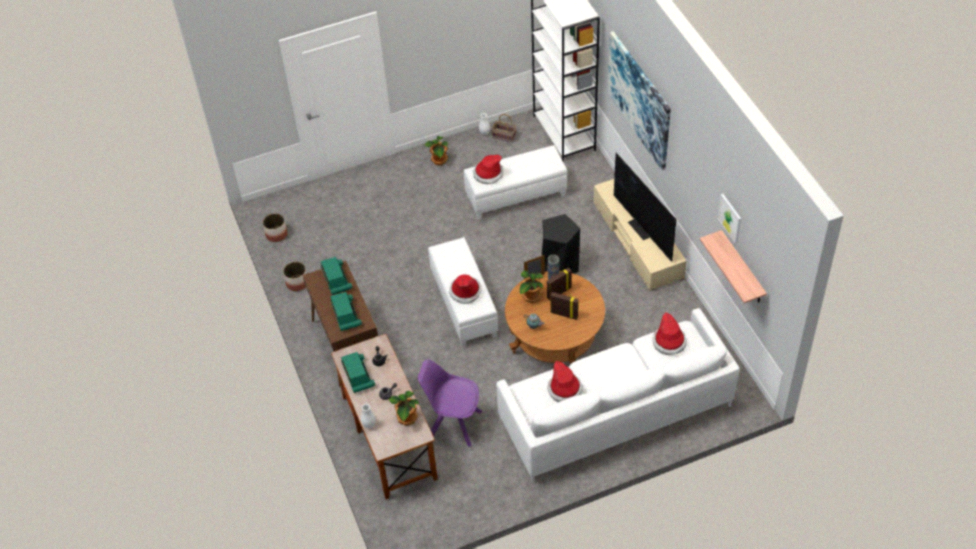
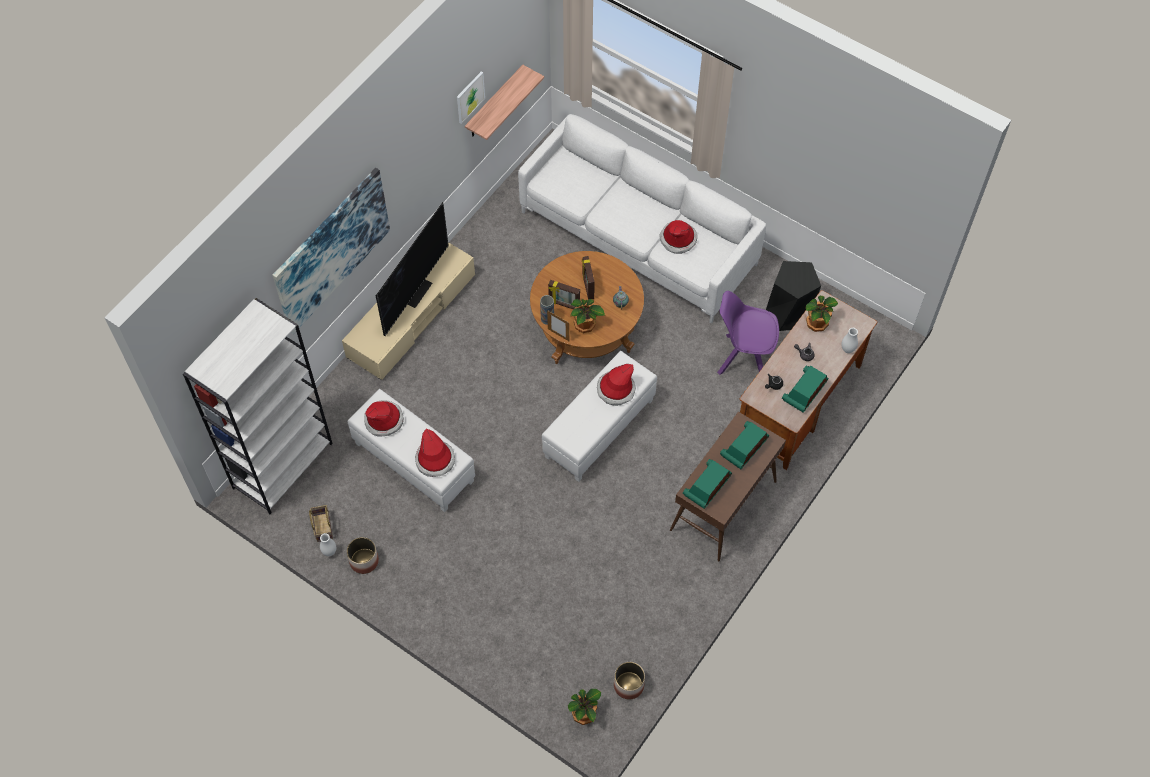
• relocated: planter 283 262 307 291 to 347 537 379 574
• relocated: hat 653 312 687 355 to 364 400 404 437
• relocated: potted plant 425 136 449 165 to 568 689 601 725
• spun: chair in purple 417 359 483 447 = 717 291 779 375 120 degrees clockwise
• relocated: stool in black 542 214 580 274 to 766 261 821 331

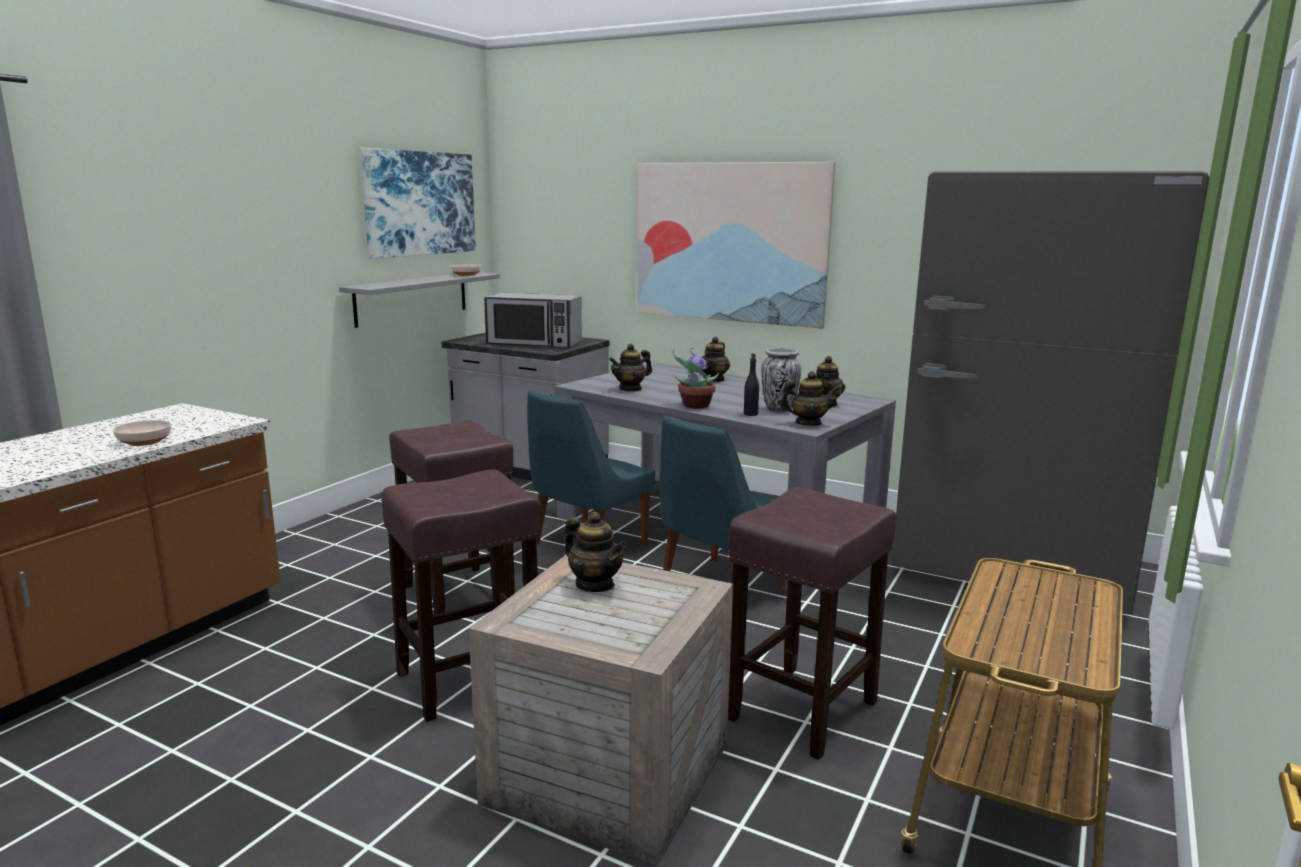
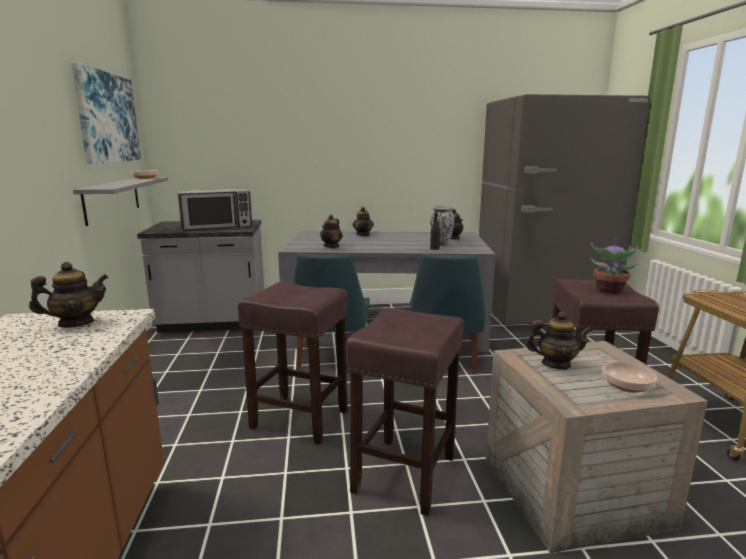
• relocated: teapot 780 371 840 426 to 29 262 109 327
• relocated: potted plant 672 347 719 408 to 591 239 638 294
• relocated: bowl 113 420 171 446 to 603 362 657 393
• missing: picture 637 162 836 329

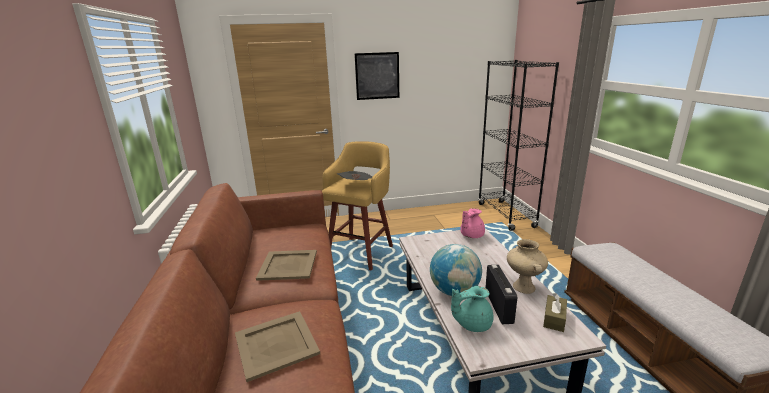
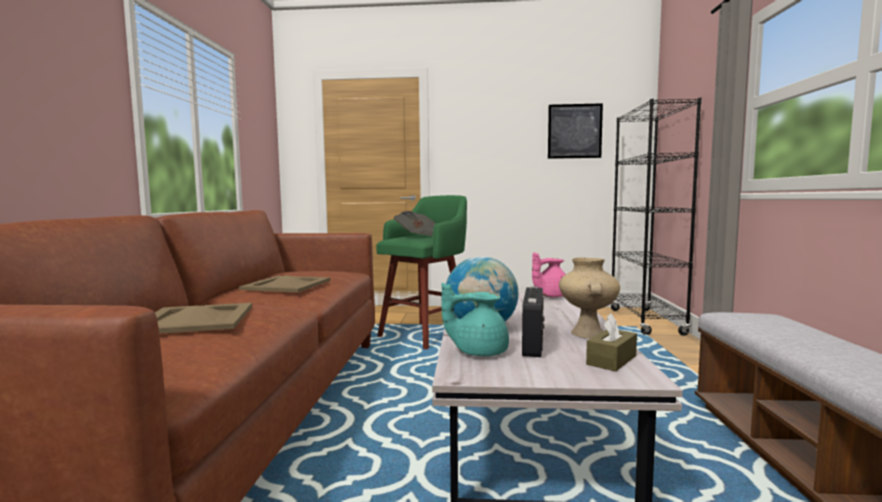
• colour: stool in yellow 322 141 393 271 to stool in green 376 195 467 349
• relocated: picture 355 52 399 100 to 548 103 603 159

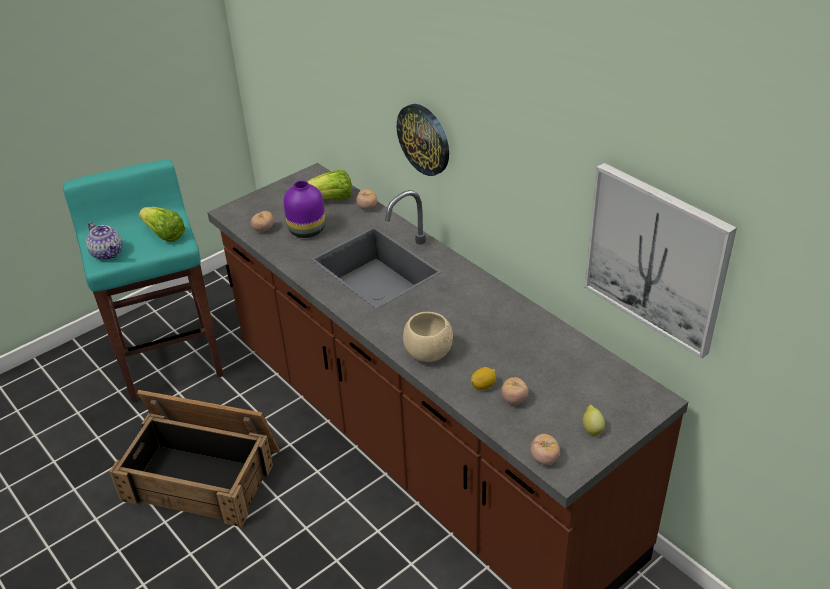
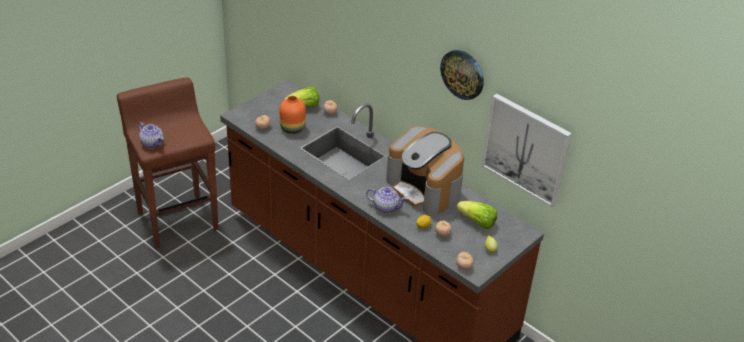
• colour: stool in turquoise 63 159 223 402 to stool in brown 117 77 219 249
• colour: vase in purple 283 180 325 238 to vase in orange 279 96 306 134
• exchanged: bowl in beige 403 312 453 362 to teapot 366 187 408 213
• appeared: coffee machine 386 126 464 216
• relocated: wall clock 397 104 449 176 to 440 50 484 100
• relocated: lettuce 139 207 185 242 to 456 201 497 229
• missing: crate 109 390 280 527

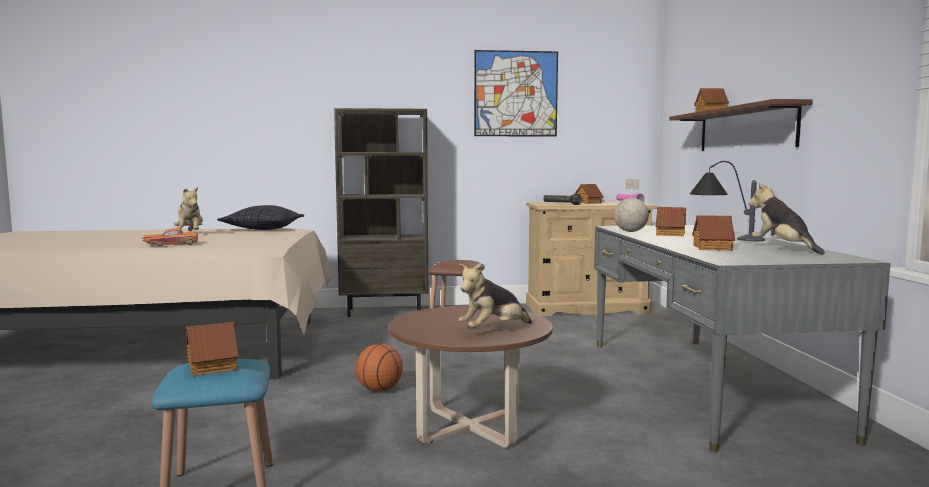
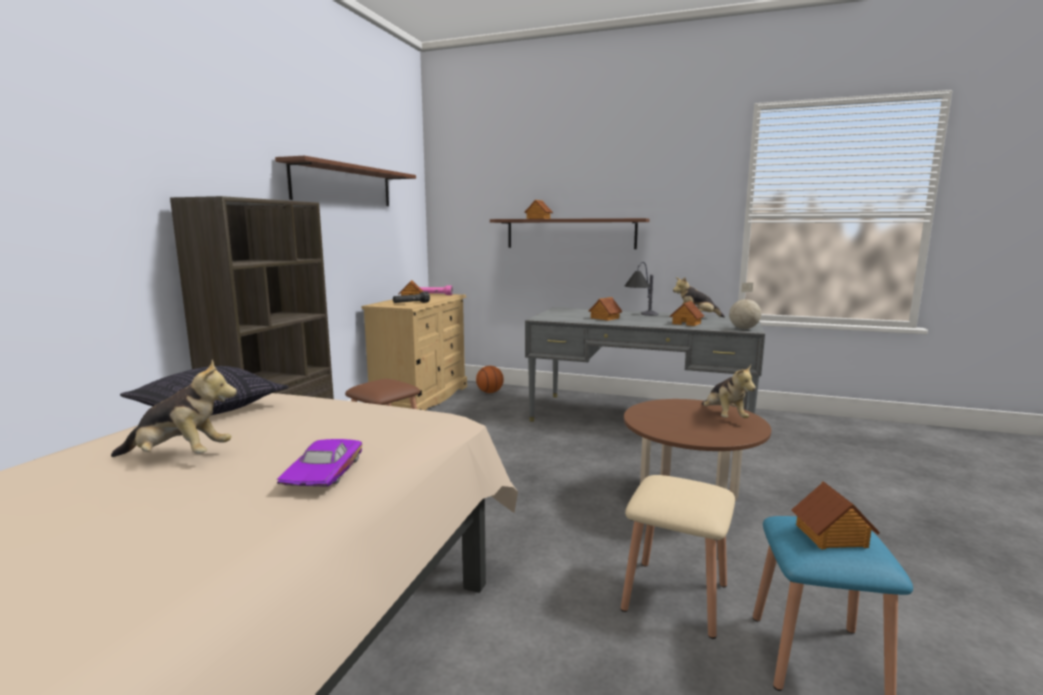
• exchanged: picture 474 50 558 137 to shelf in brown 275 156 416 206
• colour: toy car in orange 143 228 198 246 to toy car in purple 277 439 362 487
• relocated: basketball 356 344 403 392 to 476 366 504 393
• appeared: stool in beige 621 475 735 639
• relocated: globe 614 179 649 232 to 729 282 761 329

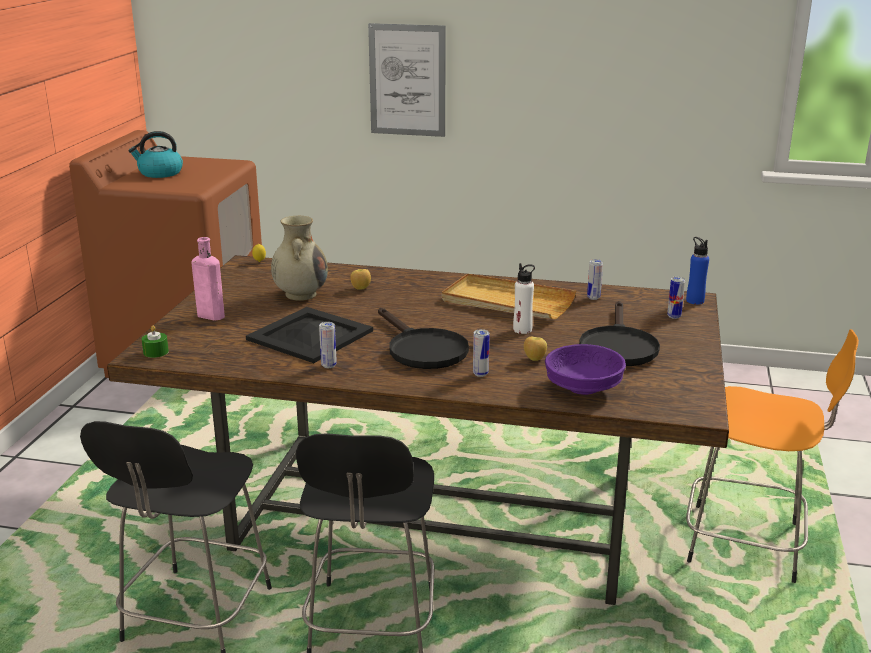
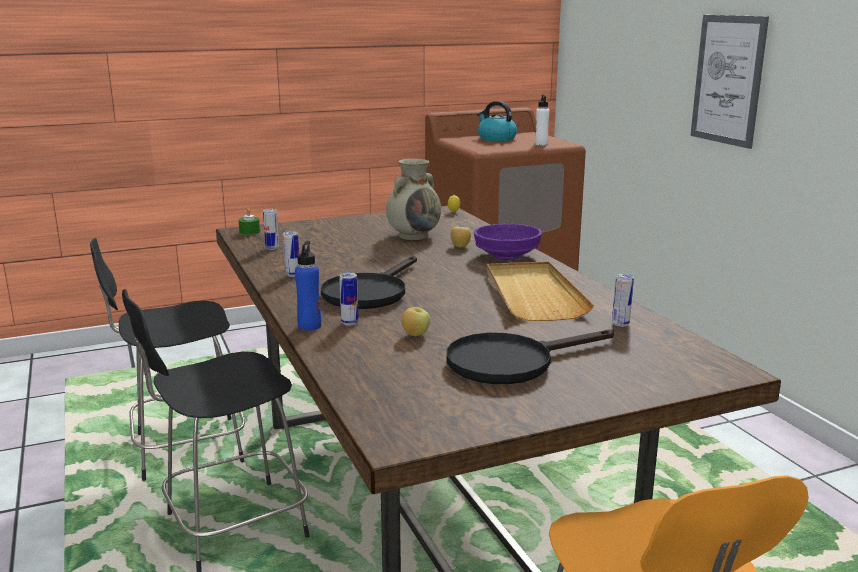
• relocated: can 667 277 685 319 to 263 209 279 250
• relocated: bottle in blue 686 237 709 304 to 295 241 321 331
• relocated: bowl in purple 545 344 626 395 to 474 224 542 260
• relocated: bottle in white 513 263 535 334 to 535 95 550 145
• missing: bottle in pink 192 237 225 321
• missing: tray in black 246 307 373 363

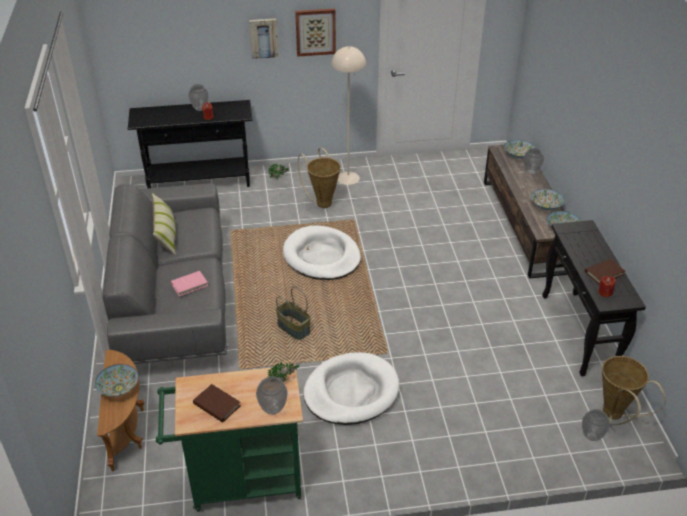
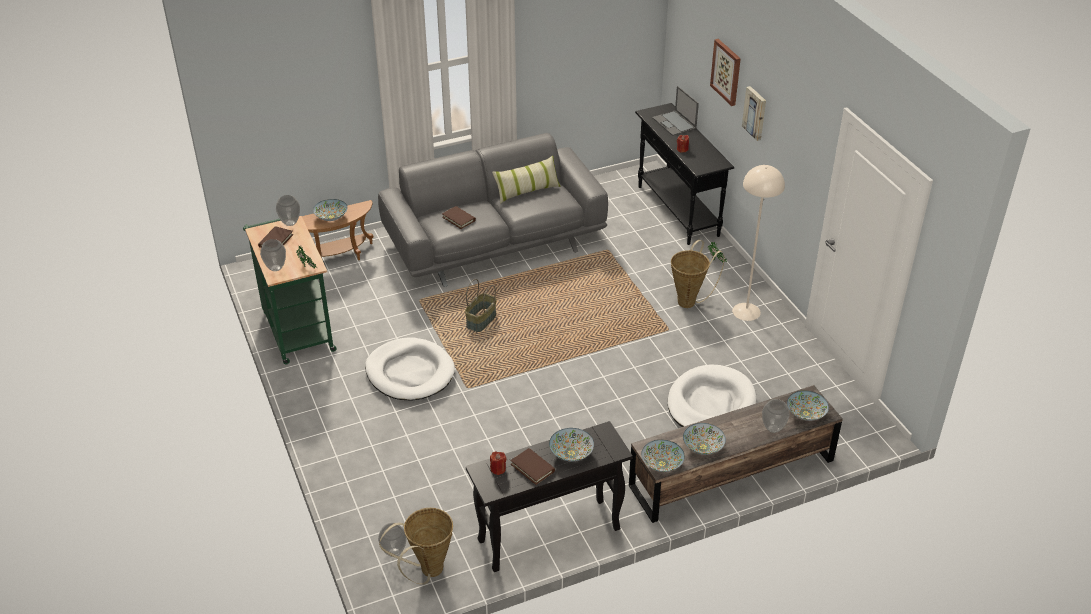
• relocated: vase 188 84 209 111 to 276 195 300 226
• colour: book in pink 171 271 208 296 to book in brown 442 206 476 229
• appeared: bowl 549 428 594 462
• appeared: laptop 652 86 699 136
• relocated: dog bed in white 283 225 361 280 to 668 364 756 427
• relocated: picture 295 9 336 57 to 710 39 741 106

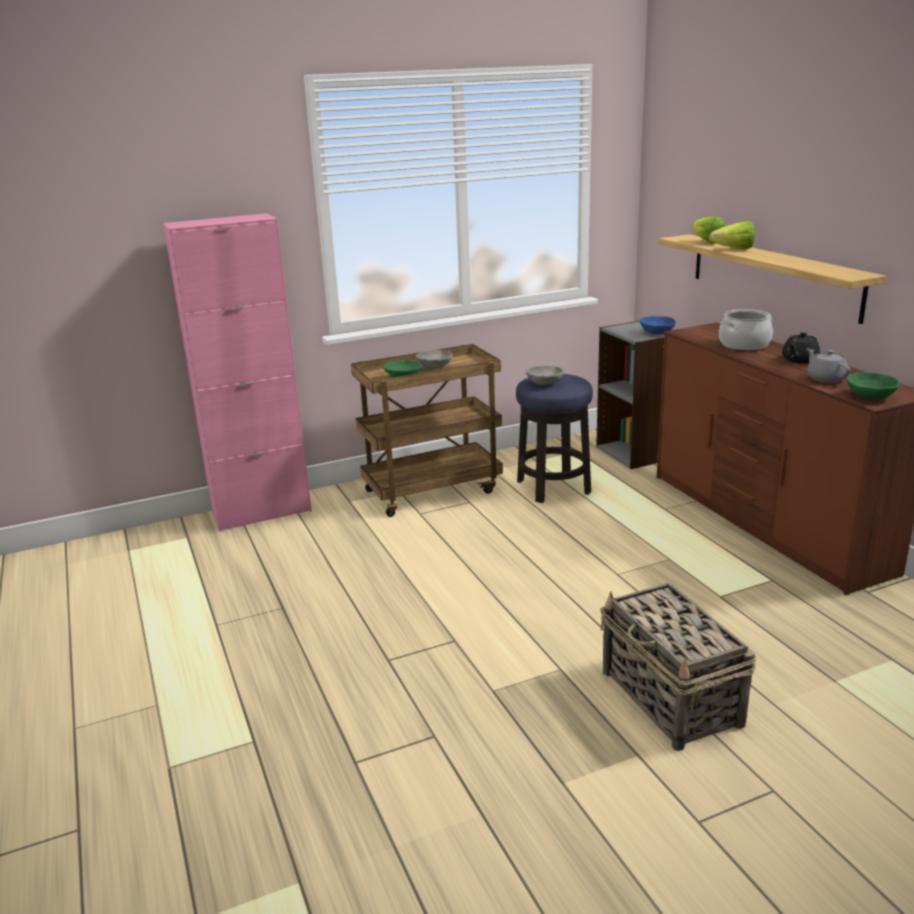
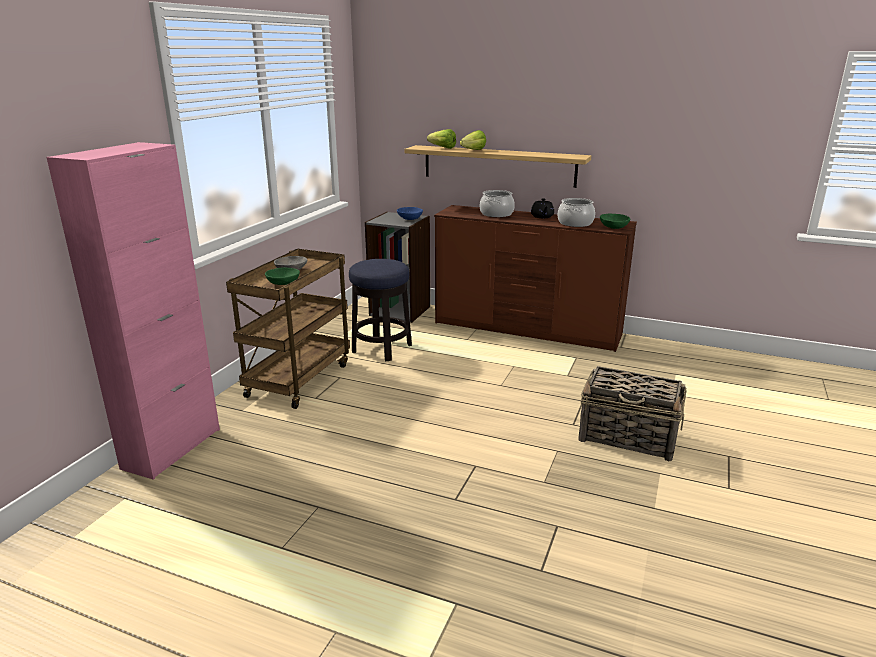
• exchanged: teapot in grey 807 348 850 383 to cooking pot 558 198 595 227
• missing: bowl in grey 526 366 564 385

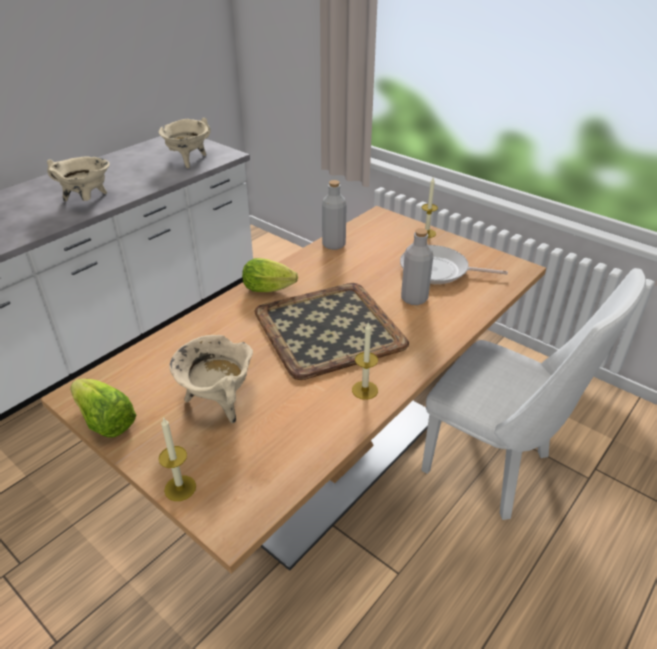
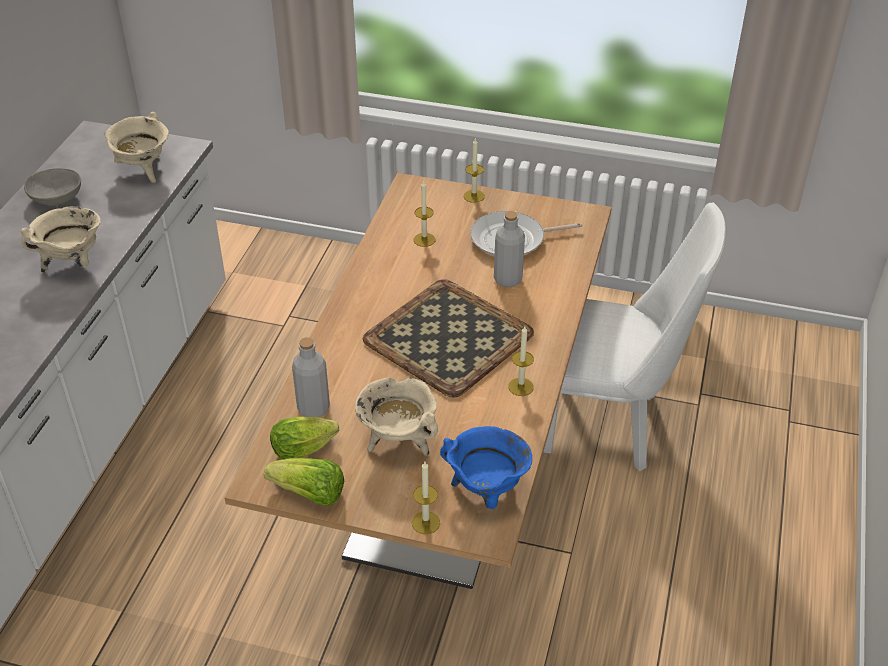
• appeared: bowl in grey 24 168 81 206
• relocated: lettuce 242 258 298 292 to 270 417 339 459
• relocated: bottle in grey 322 180 347 250 to 292 337 330 417
• appeared: candle 414 181 435 247
• appeared: cooking pot in blue 440 426 532 509

